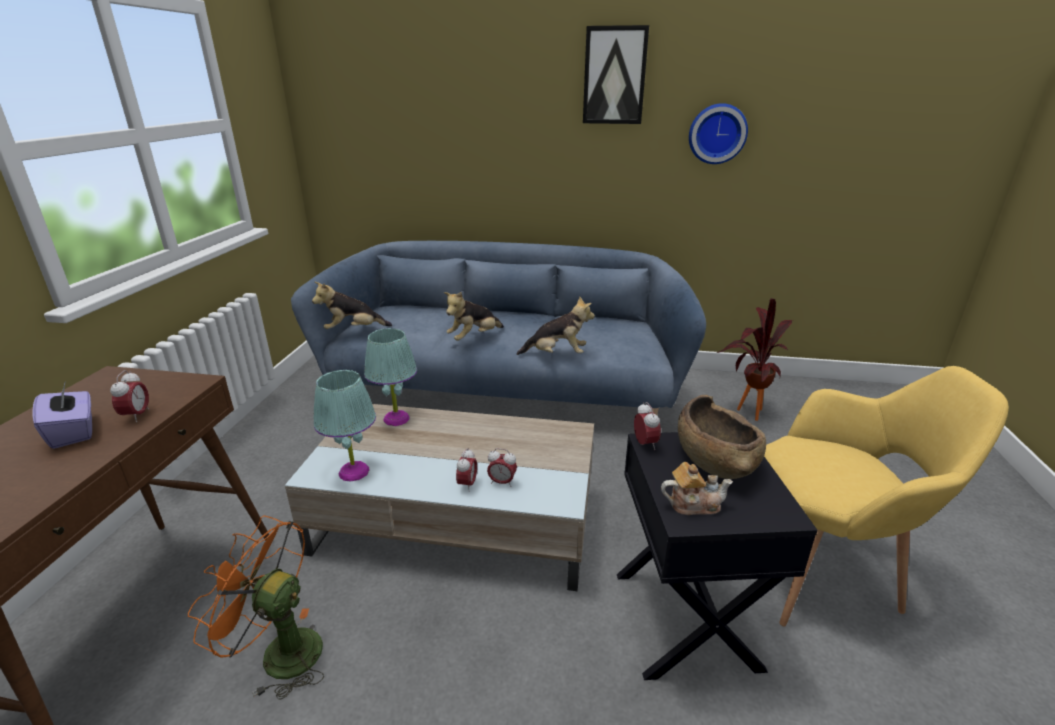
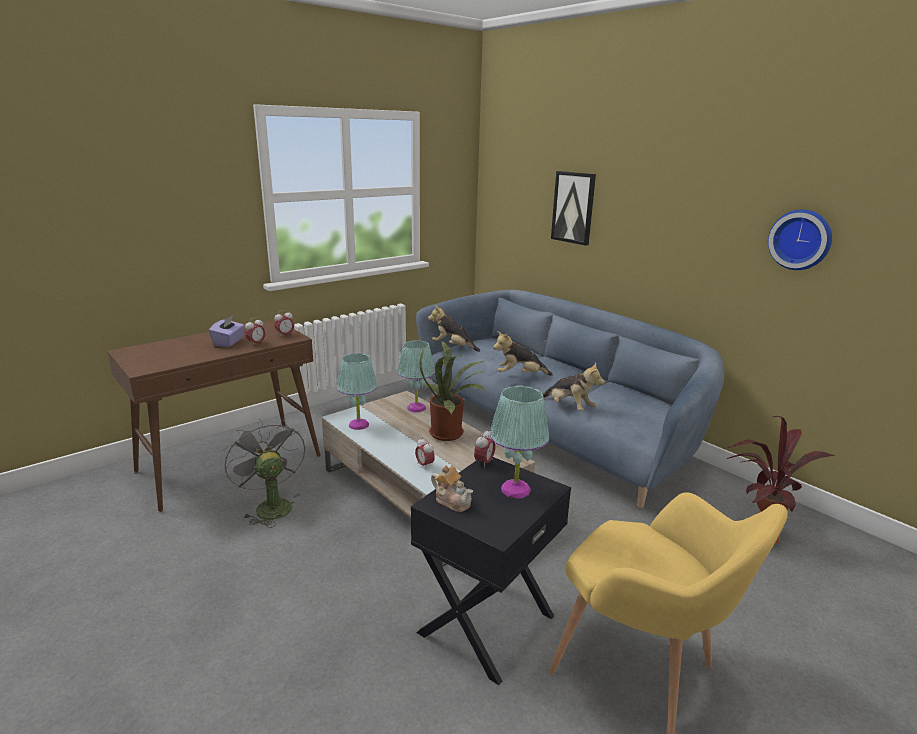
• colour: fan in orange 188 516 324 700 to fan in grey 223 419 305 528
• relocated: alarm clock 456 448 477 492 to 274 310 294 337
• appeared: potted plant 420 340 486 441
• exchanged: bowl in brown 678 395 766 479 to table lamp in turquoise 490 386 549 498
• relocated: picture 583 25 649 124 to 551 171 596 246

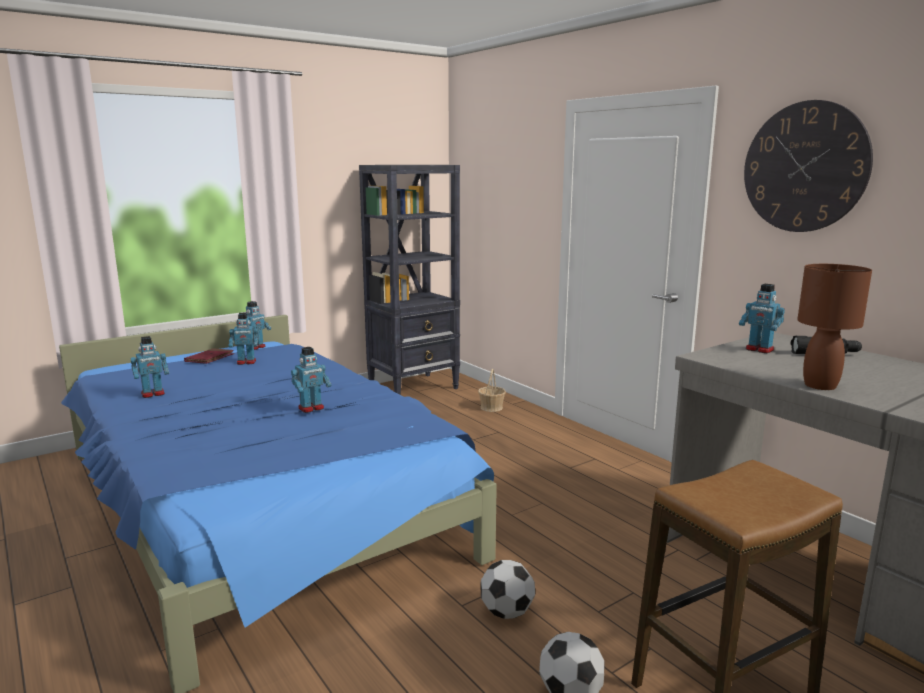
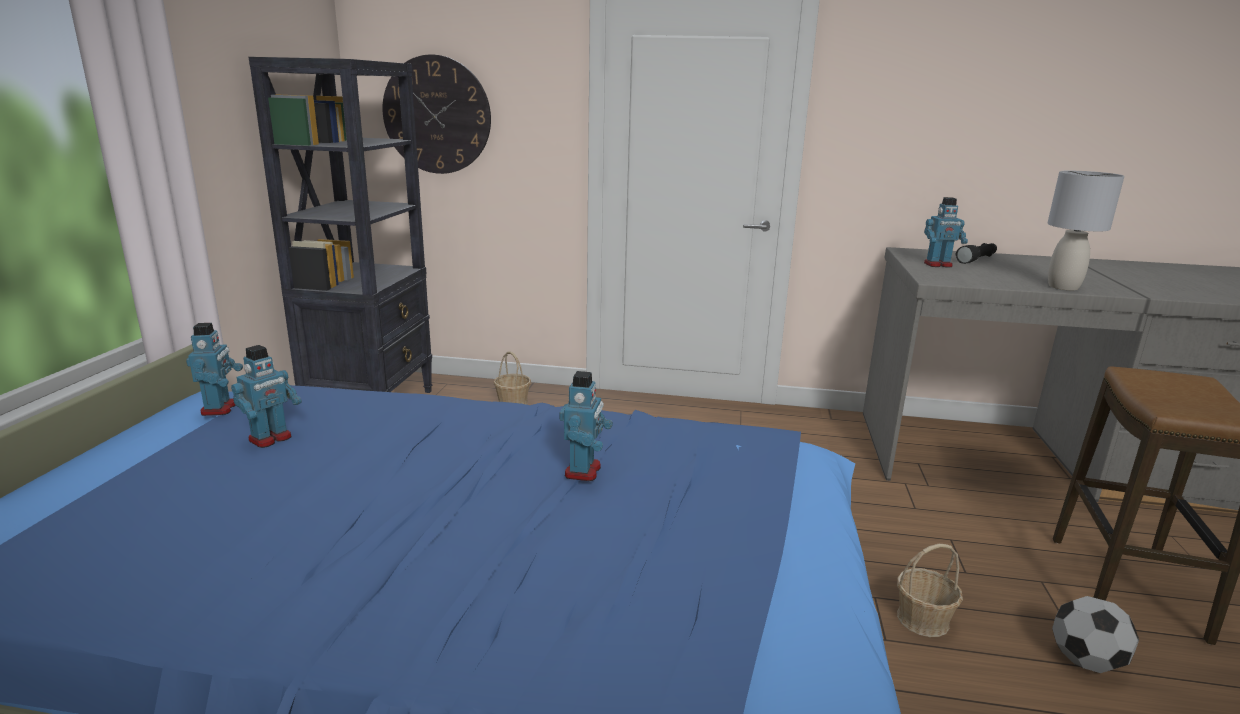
• relocated: wall clock 744 100 873 232 to 383 55 491 174
• exchanged: football 480 560 535 619 to basket 897 544 963 637
• colour: table lamp in brown 797 264 872 390 to table lamp in grey 1047 171 1124 290
• missing: toy robot 131 336 169 398
• missing: book in red 184 348 234 364

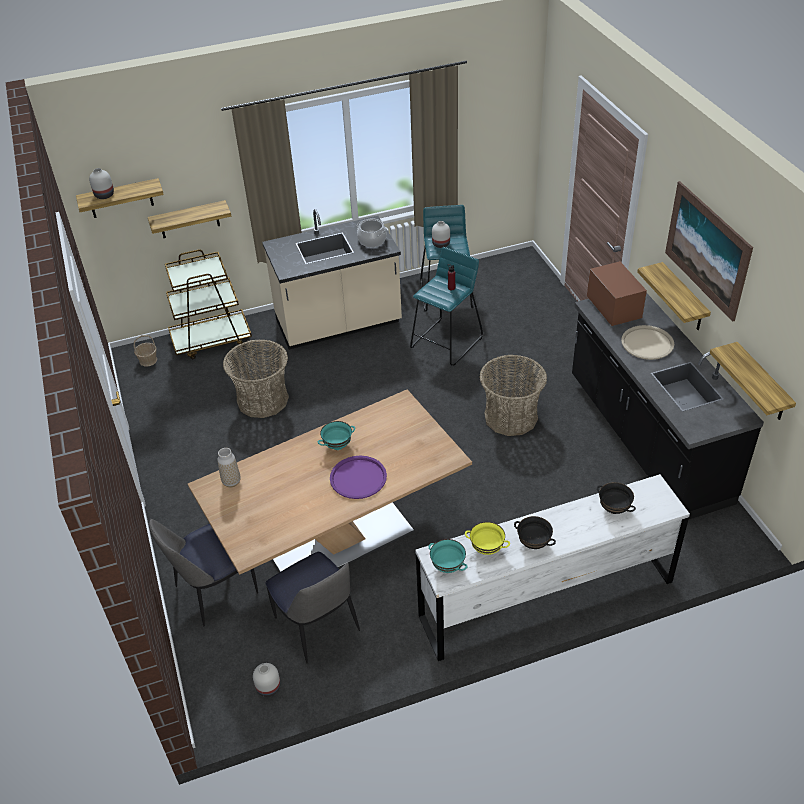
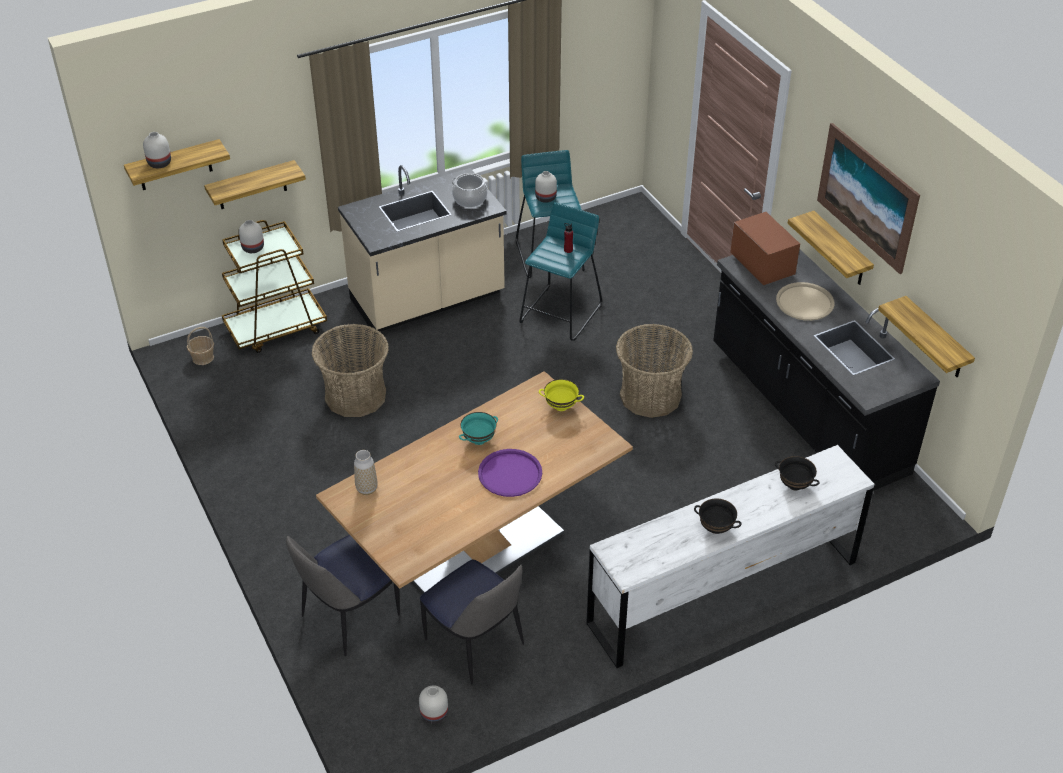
• appeared: vase in white 239 220 264 253
• relocated: bowl in yellow 465 522 510 555 to 539 379 584 411
• missing: bowl in turquoise 429 539 468 573

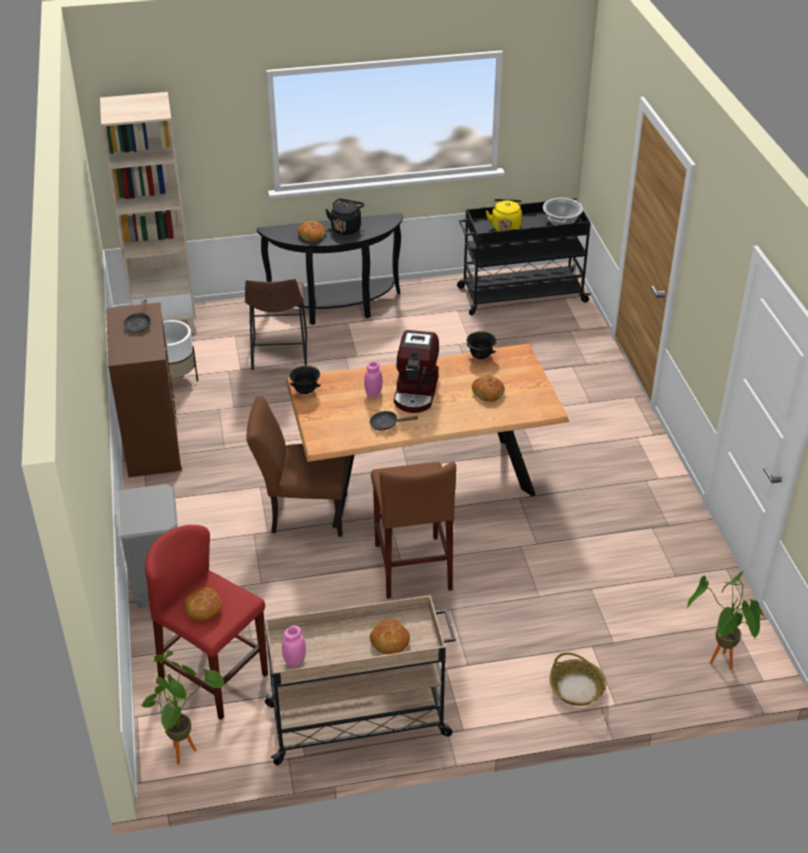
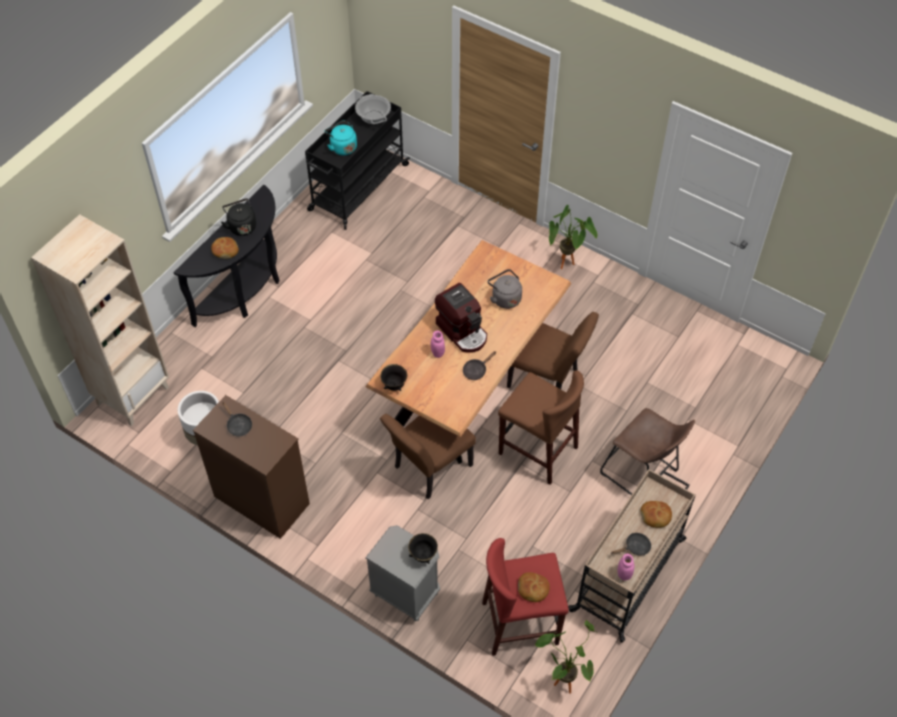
• colour: kettle in yellow 486 199 522 231 to kettle in turquoise 324 120 357 156
• relocated: bowl in black 467 331 497 359 to 408 533 438 564
• exchanged: bread 472 376 505 402 to kettle in grey 488 269 522 309
• appeared: chair in brown 507 312 599 389
• relocated: potted plant 687 571 764 670 to 549 205 597 269
• relocated: stool in brown 245 279 307 370 to 600 408 695 495
• appeared: frying pan in black 611 533 651 556
• missing: basket 549 652 606 706

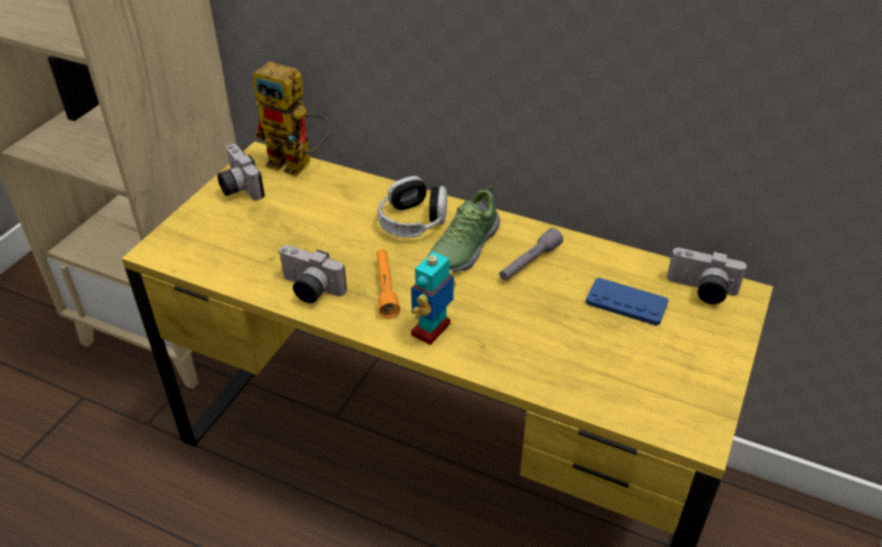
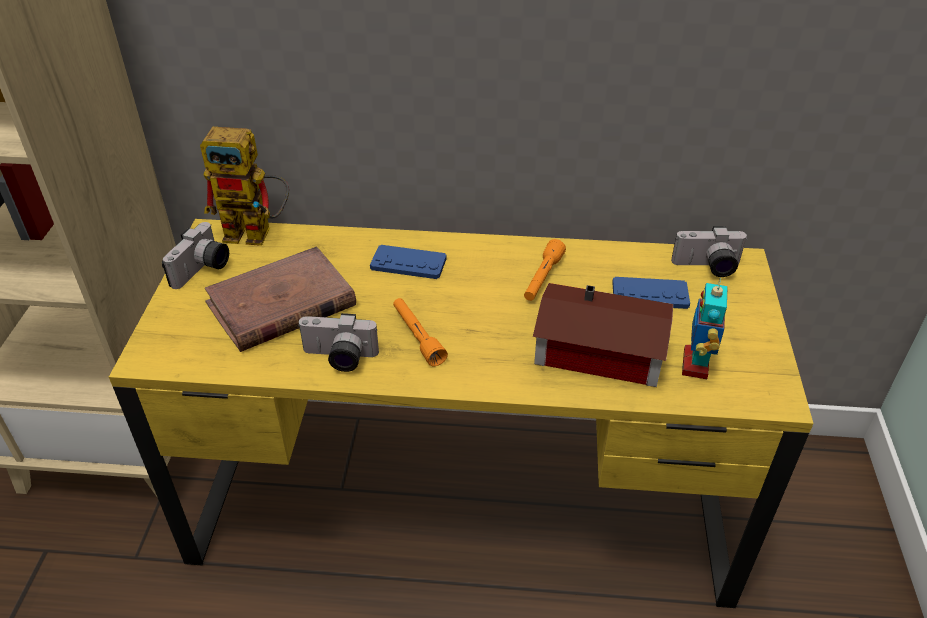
• spun: photo camera 217 144 265 200 = 162 222 229 289 105 degrees counterclockwise
• appeared: book in brown 205 246 356 352
• exchanged: headphones 378 176 447 238 to game controller in blue 370 245 447 279
• colour: flashlight in grey 499 228 563 281 to flashlight in orange 524 239 566 301
• appeared: toy house 533 283 673 387
• relocated: toy robot 411 248 456 345 to 682 278 727 379
• missing: shoe 428 185 500 273

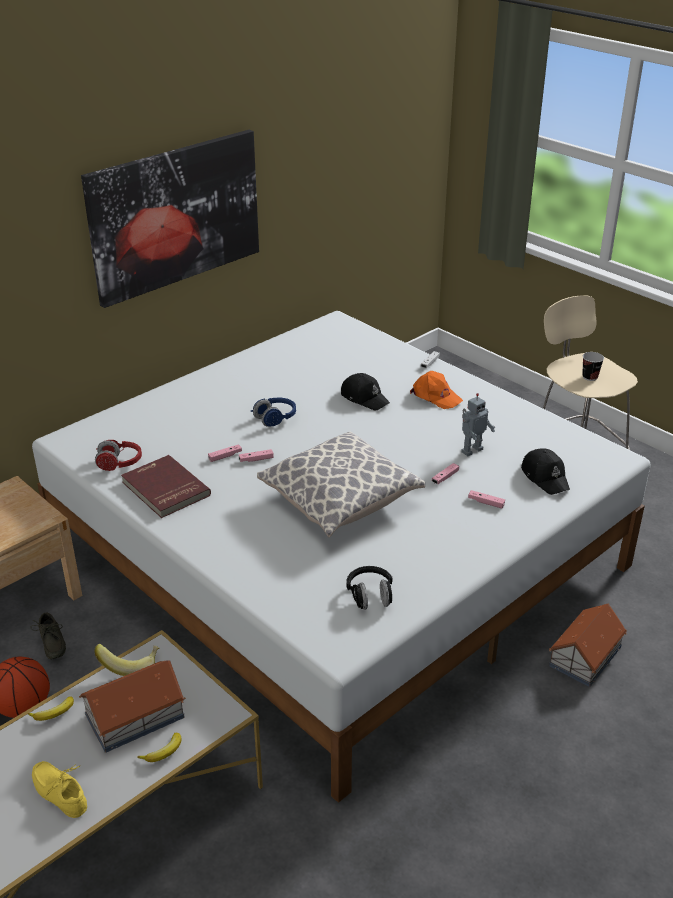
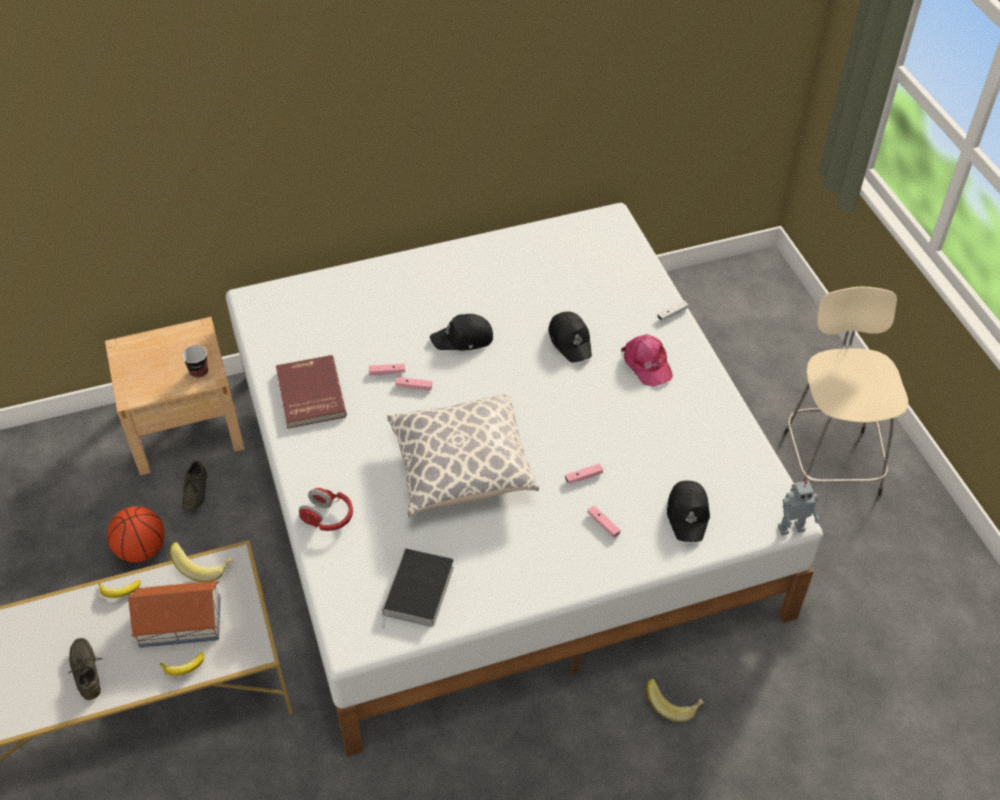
• colour: shoe in yellow 32 761 87 818 to shoe in grey 68 638 103 700
• relocated: cup 582 352 604 381 to 182 345 208 379
• relocated: headphones in red 95 440 142 471 to 299 488 353 531
• exchanged: headphones in black 346 566 392 610 to book 382 548 454 629
• exchanged: headphones in blue 251 398 296 427 to cap in black 430 314 493 351
• colour: cap in orange 410 371 463 409 to cap in pink 621 334 673 387
• exchanged: toy house 549 604 627 687 to banana 646 679 704 722
• relocated: toy robot 461 393 495 456 to 778 481 820 535
• missing: picture 81 130 259 308

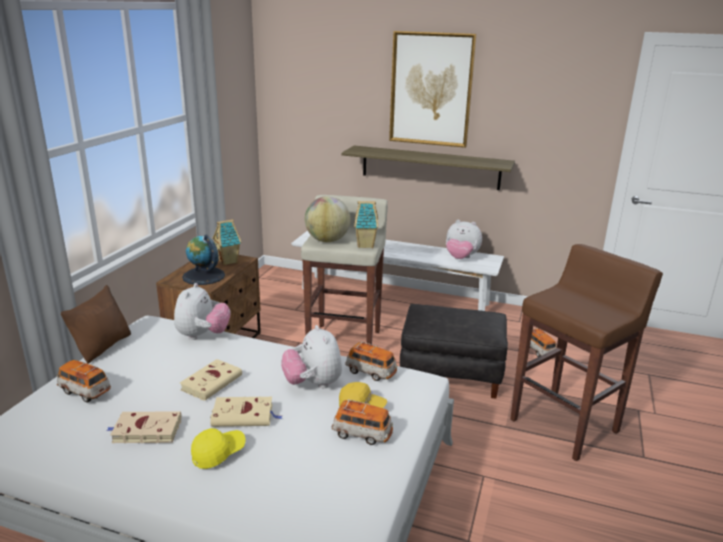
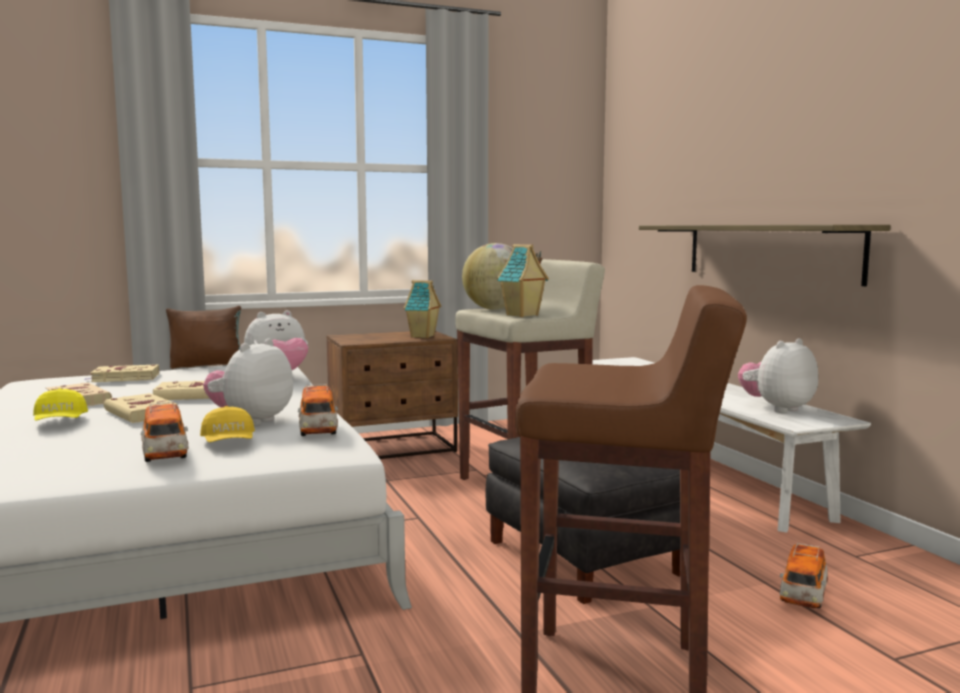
• spun: cap in yellow 191 428 246 469 = 33 388 88 421 60 degrees clockwise
• exchanged: toy car 57 360 111 403 to book in beige 84 364 159 382
• spun: plush toy 446 220 482 259 = 738 338 818 413 75 degrees clockwise
• missing: globe 182 235 225 285
• missing: picture 389 31 477 148

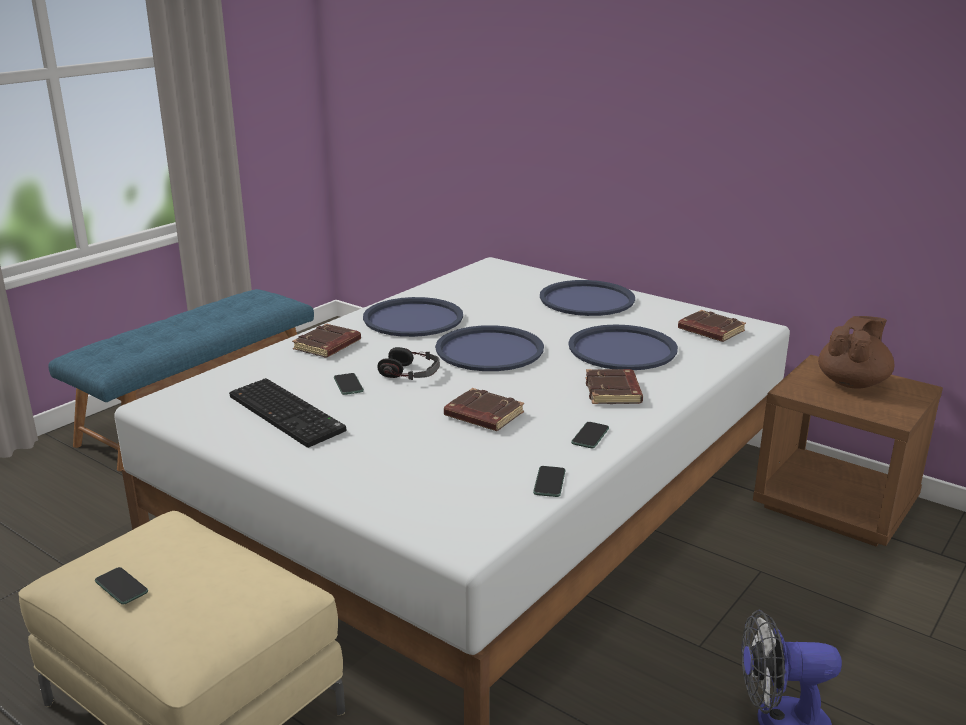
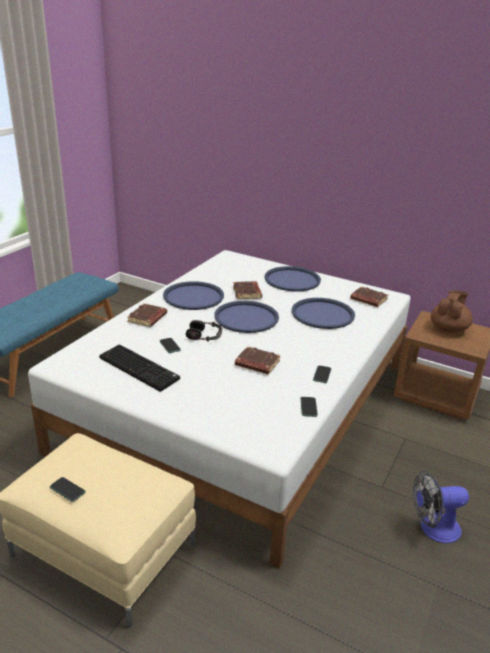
• relocated: book in brown 586 369 643 404 to 233 281 262 299

